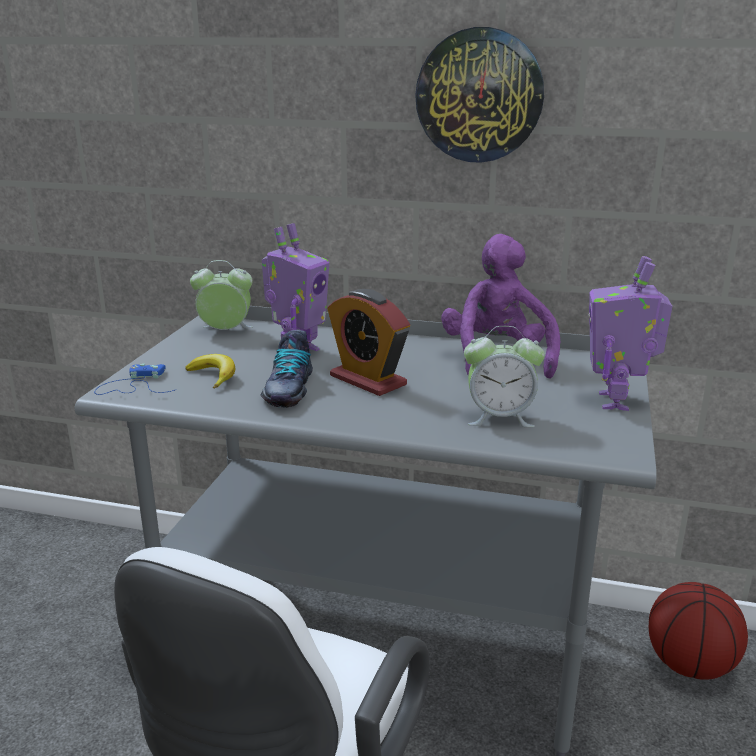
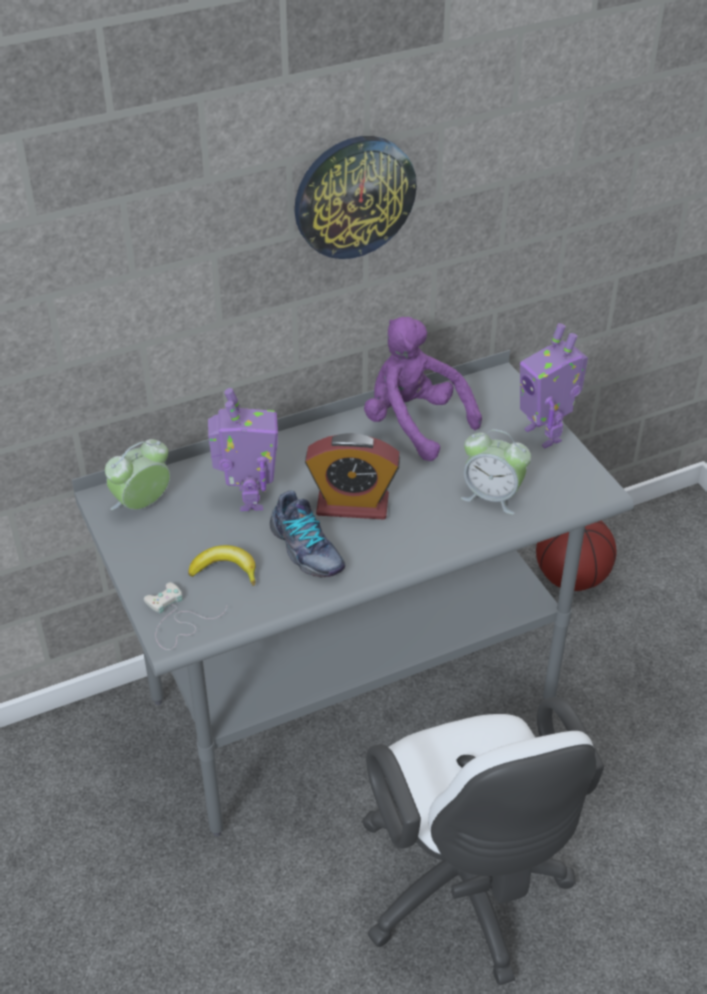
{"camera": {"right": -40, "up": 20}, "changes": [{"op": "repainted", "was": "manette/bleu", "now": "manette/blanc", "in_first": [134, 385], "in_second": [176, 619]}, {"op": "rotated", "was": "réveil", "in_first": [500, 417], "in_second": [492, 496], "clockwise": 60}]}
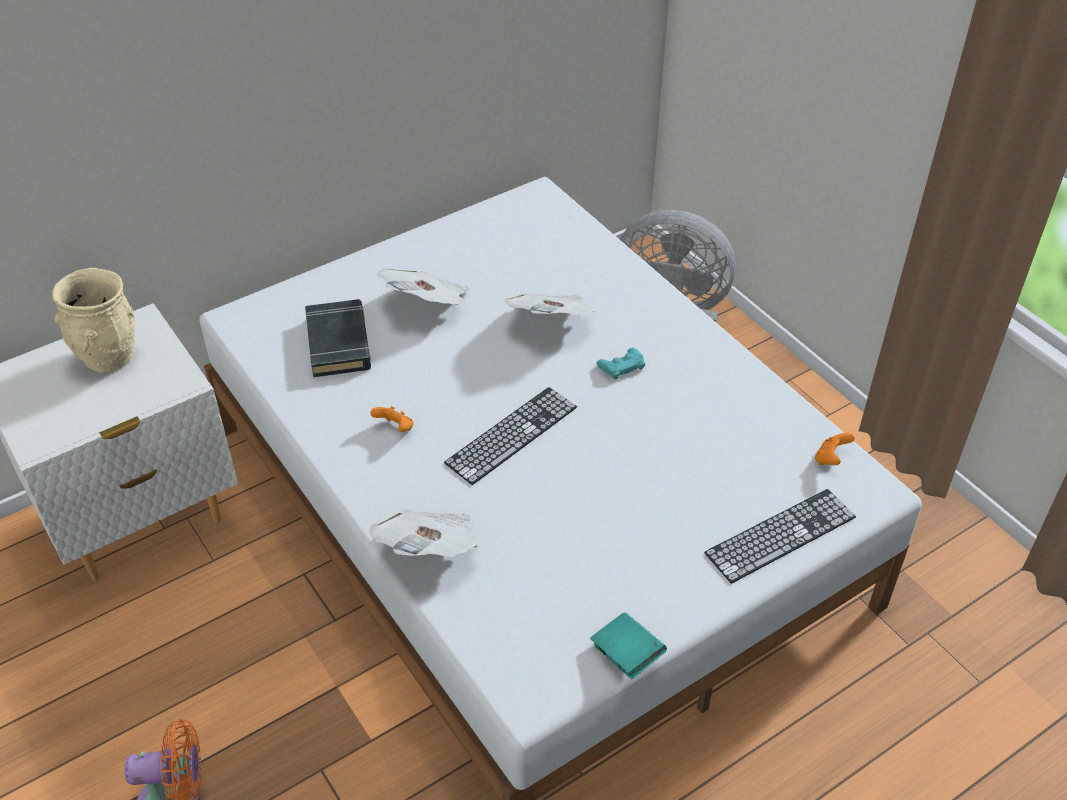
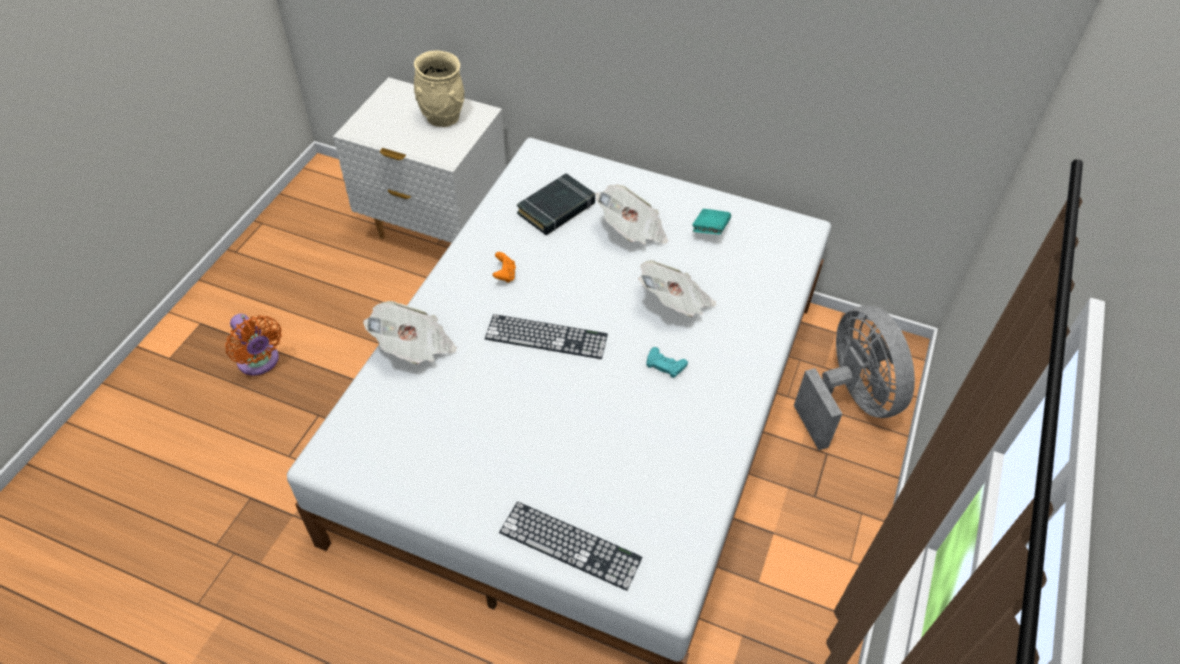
{"camera": {"right": 55, "up": 5}, "changes": [{"op": "shifted", "was": "livre/turquoise", "in_first": [627, 655], "in_second": [710, 230]}, {"op": "gone", "was": "manette/orange", "in_first": [830, 459]}]}
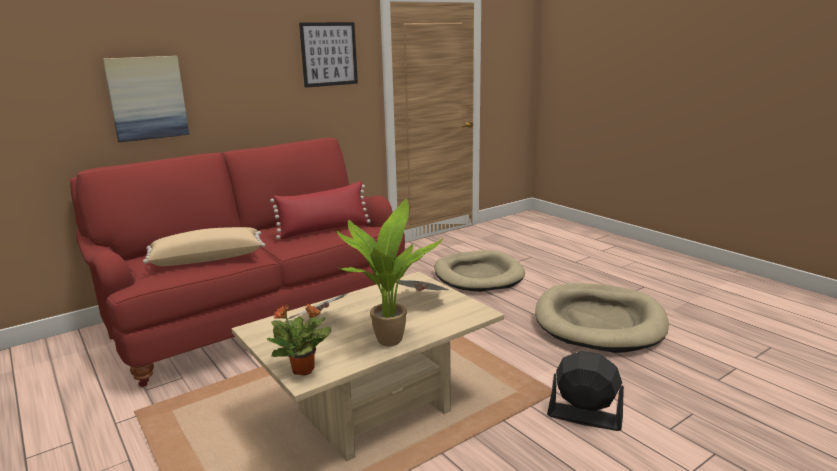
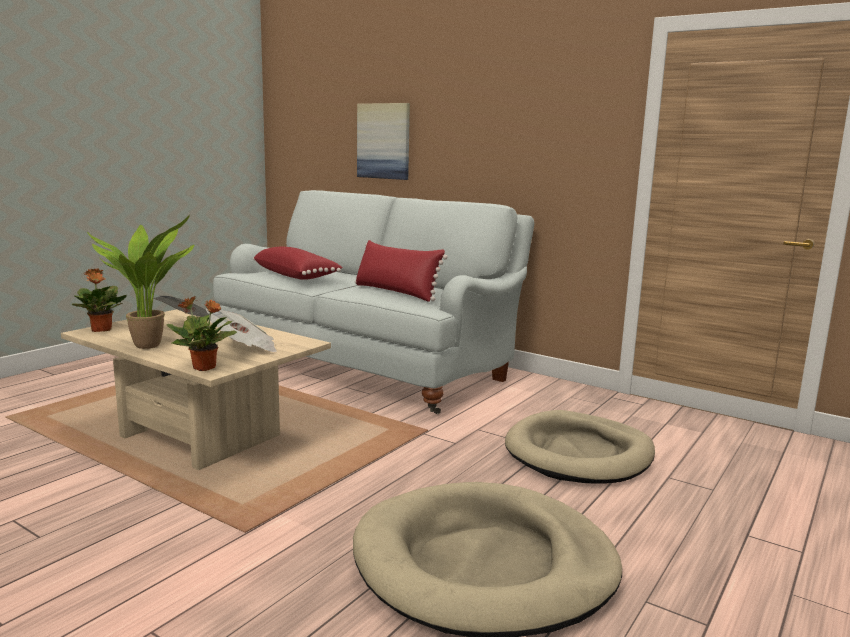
{"camera": {"right": 70, "up": -5}, "changes": [{"op": "new", "now": "plante en pot", "in_second": [205, 368]}, {"op": "repainted", "was": "canapé/rouge", "now": "canapé/blanc", "in_first": [257, 316], "in_second": [368, 366]}, {"op": "repainted", "was": "coussin/beige", "now": "coussin/rouge", "in_first": [207, 258], "in_second": [296, 276]}, {"op": "gone", "was": "tableau", "in_first": [329, 54]}, {"op": "gone", "was": "ventilateur/noir", "in_first": [584, 416]}]}
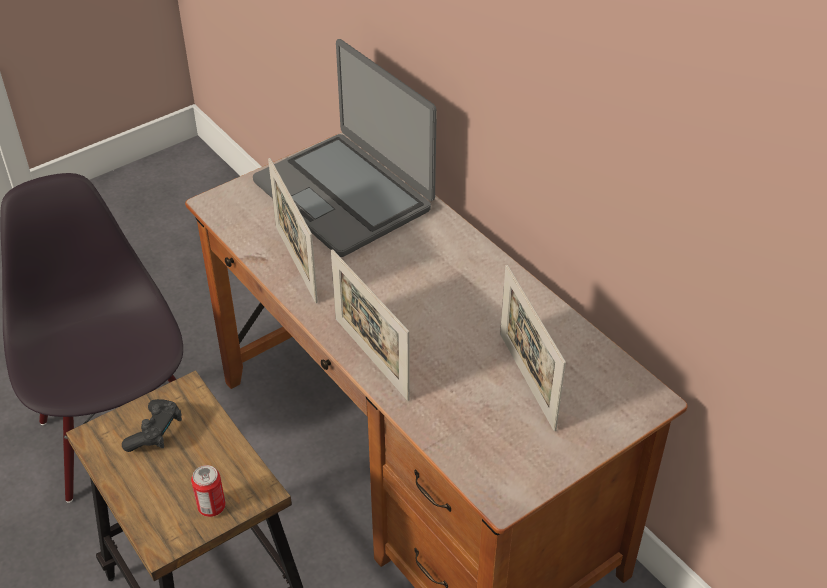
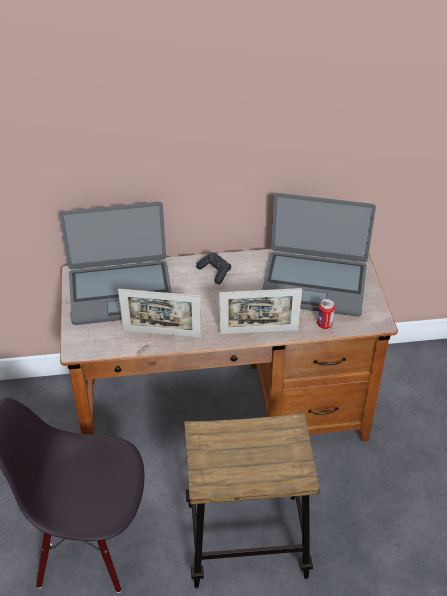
{"camera": {"right": -60, "up": 0}, "changes": [{"op": "shifted", "was": "manette/noir", "in_first": [155, 433], "in_second": [215, 272]}, {"op": "swapped", "was": "cadre photo", "now": "ordinateur portable", "in_first": [527, 380], "in_second": [314, 283]}, {"op": "shifted", "was": "boîte métallique", "in_first": [211, 507], "in_second": [324, 324]}]}
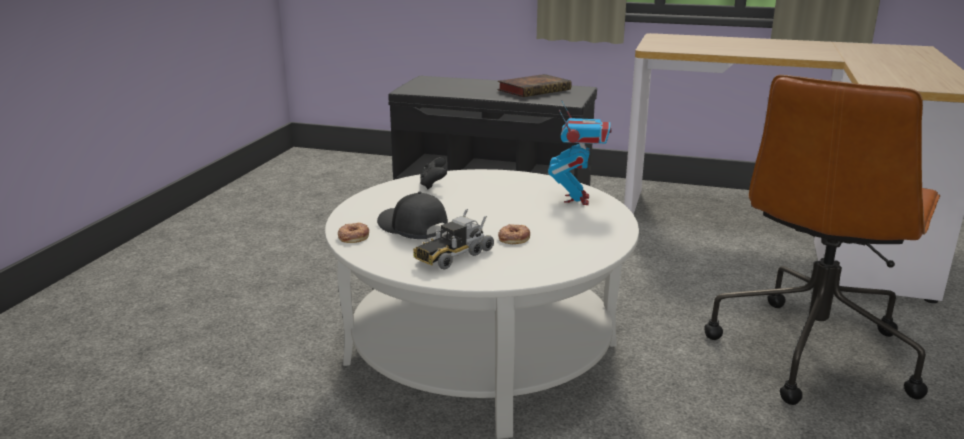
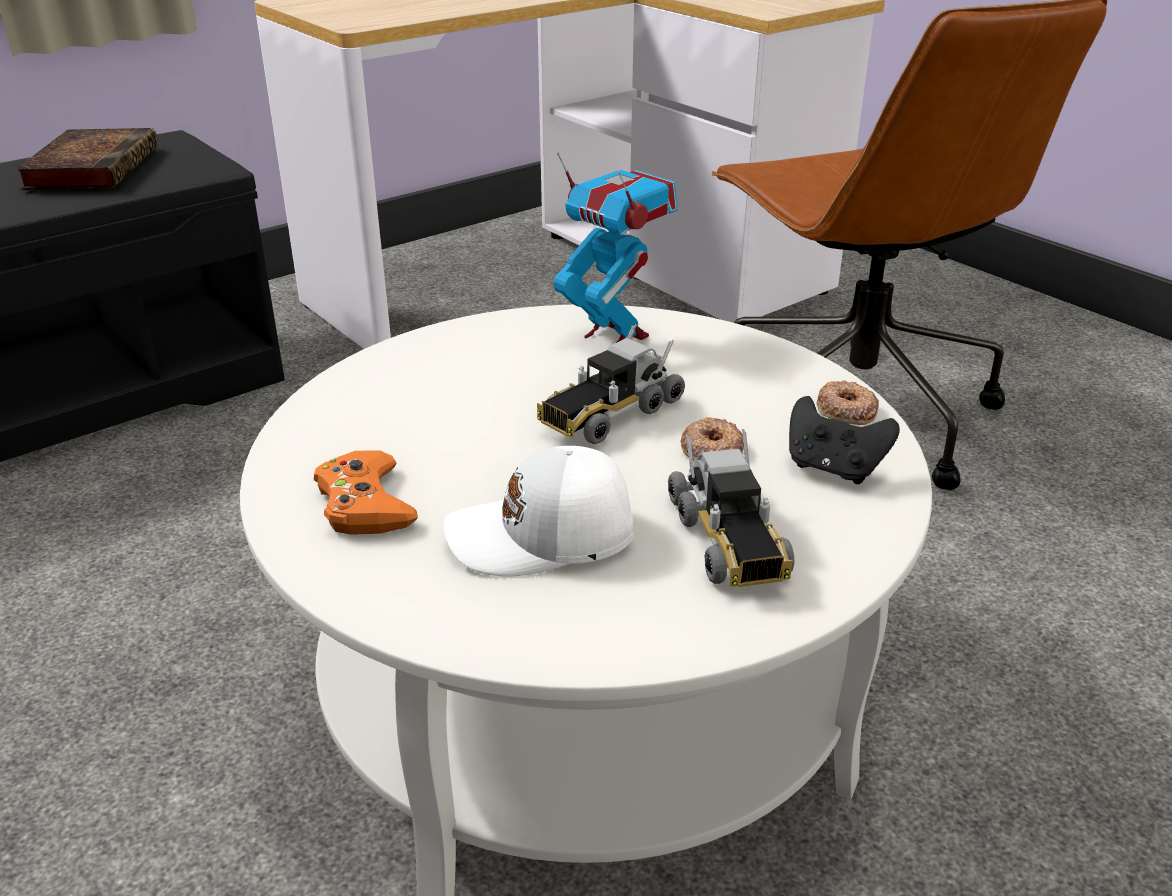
{"camera": {"right": -55, "up": 10}, "changes": [{"op": "new", "now": "manette/orange", "in_second": [364, 504]}, {"op": "repainted", "was": "casquette/noir", "now": "casquette/blanc", "in_first": [412, 228], "in_second": [543, 537]}, {"op": "new", "now": "camion jouet", "in_second": [609, 413]}, {"op": "shifted", "was": "manette/noir", "in_first": [433, 185], "in_second": [833, 468]}, {"op": "shifted", "was": "beignet", "in_first": [353, 236], "in_second": [846, 410]}]}
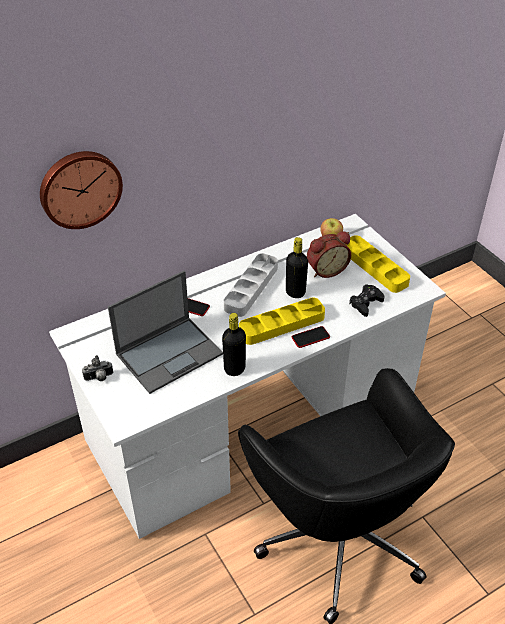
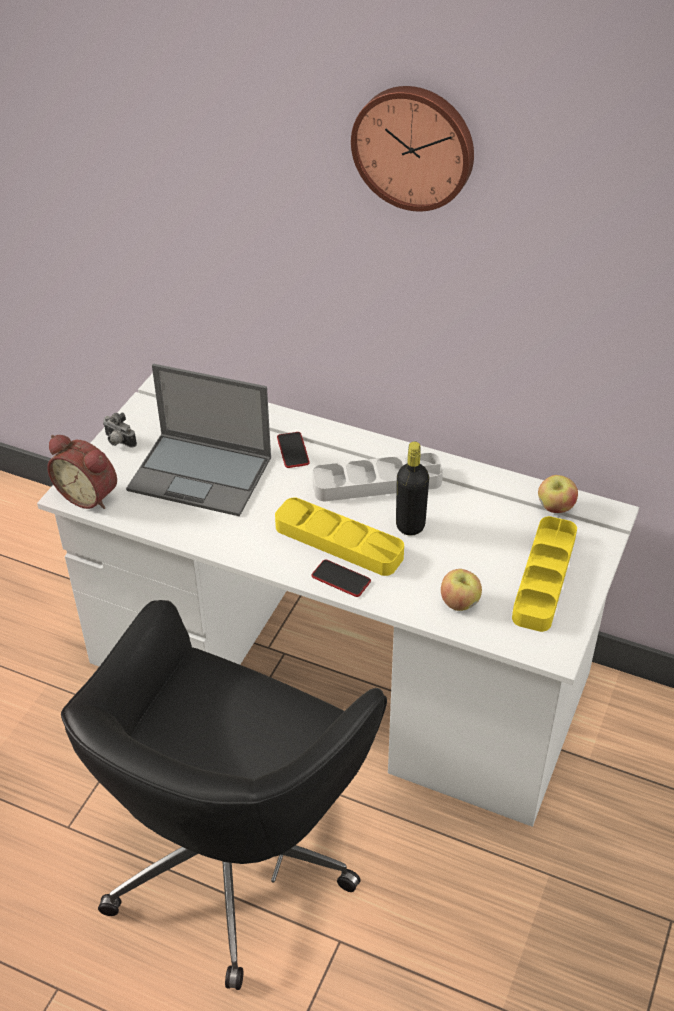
{"camera": {"right": 55, "up": 0}, "changes": [{"op": "shifted", "was": "réveil", "in_first": [326, 269], "in_second": [89, 495]}, {"op": "shifted", "was": "horloge murale", "in_first": [80, 188], "in_second": [414, 146]}, {"op": "swapped", "was": "manette/noir", "now": "pomme", "in_first": [366, 303], "in_second": [459, 603]}, {"op": "gone", "was": "bouteille/noir", "in_first": [234, 369]}]}
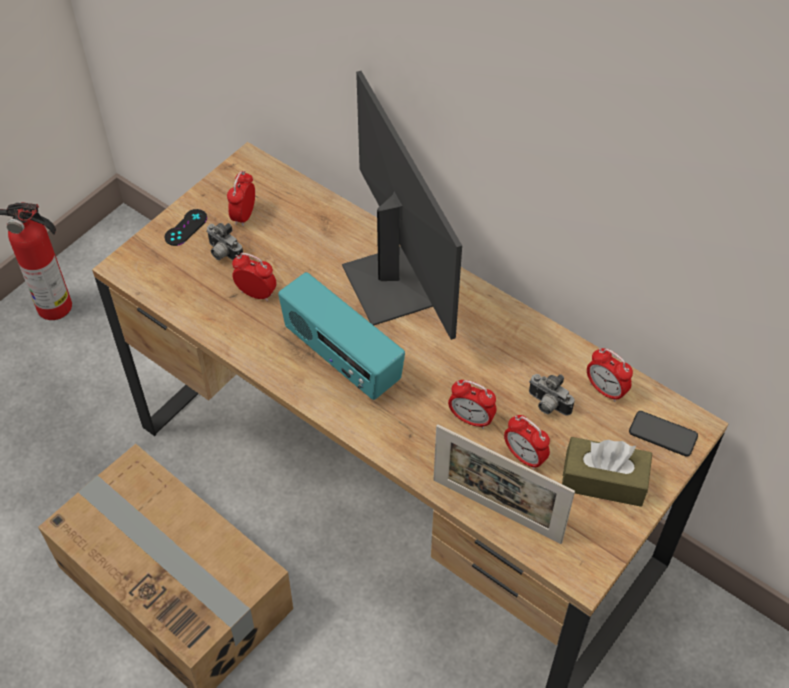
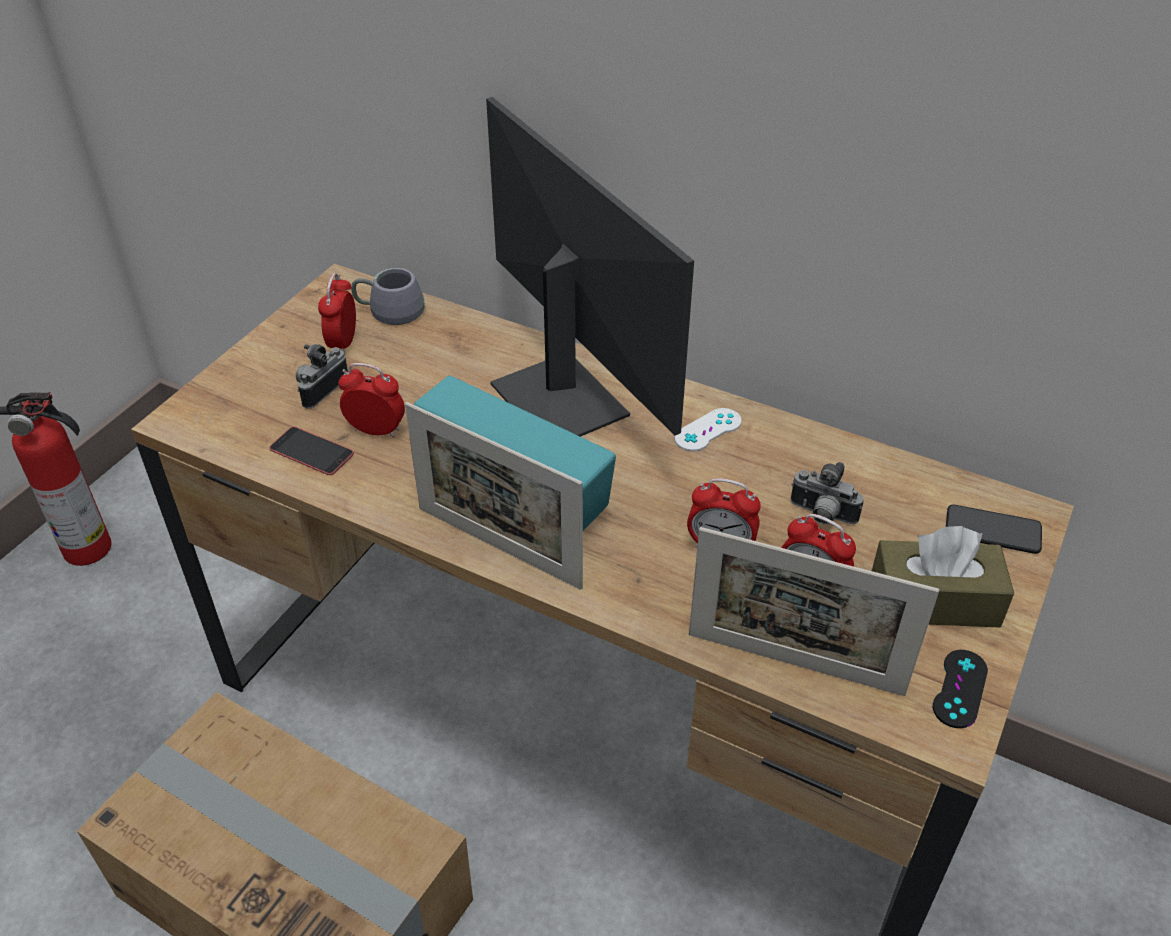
{"camera": {"right": -10, "up": -10}, "changes": [{"op": "new", "now": "téléphone", "in_second": [311, 451]}, {"op": "rotated", "was": "appareil photo", "in_first": [223, 254], "in_second": [320, 389], "clockwise": 90}, {"op": "new", "now": "mug/gris", "in_second": [390, 307]}, {"op": "new", "now": "cadre photo", "in_second": [498, 547]}, {"op": "new", "now": "manette/blanc", "in_second": [708, 430]}, {"op": "shifted", "was": "manette/noir", "in_first": [186, 227], "in_second": [960, 688]}, {"op": "gone", "was": "réveil", "in_first": [605, 390]}]}
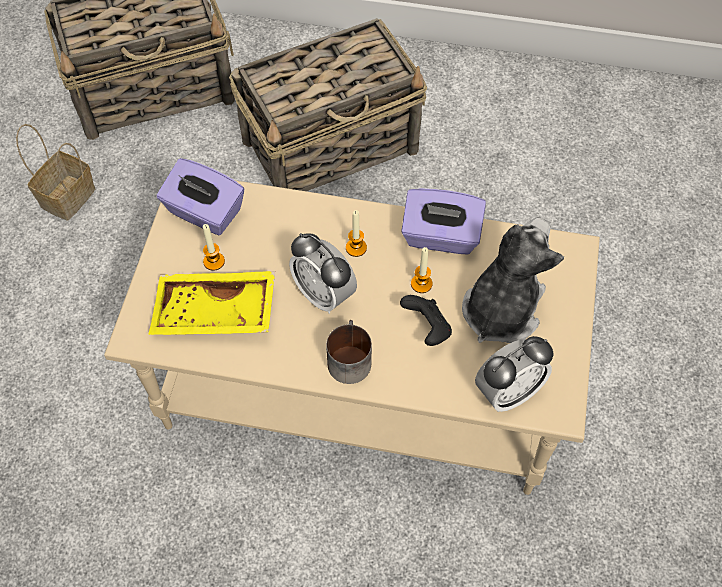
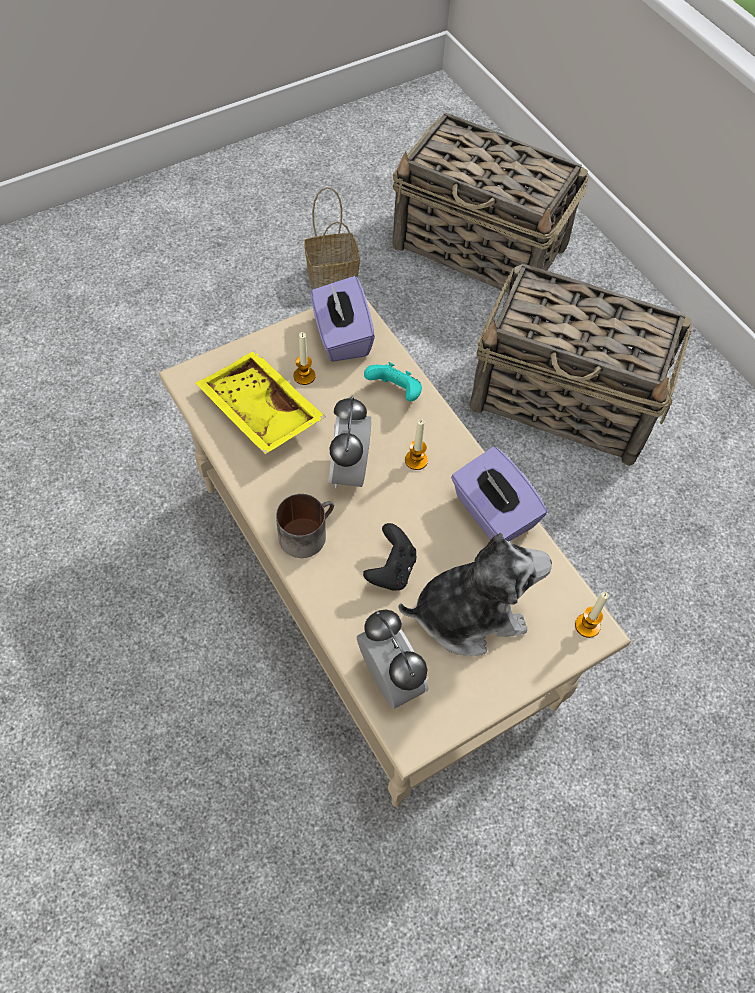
{"camera": {"right": 45, "up": 0}, "changes": [{"op": "rotated", "was": "réveil", "in_first": [508, 392], "in_second": [390, 679], "clockwise": -135}, {"op": "new", "now": "manette/turquoise", "in_second": [395, 392]}, {"op": "shifted", "was": "bougie", "in_first": [421, 284], "in_second": [587, 625]}]}
